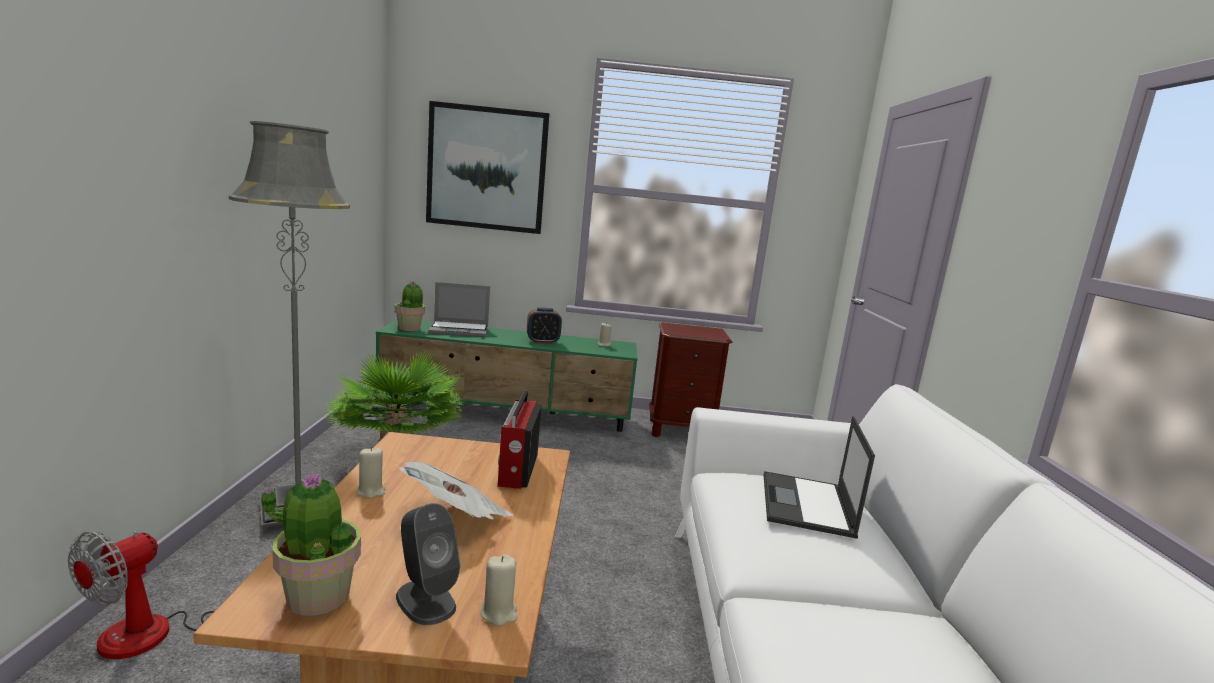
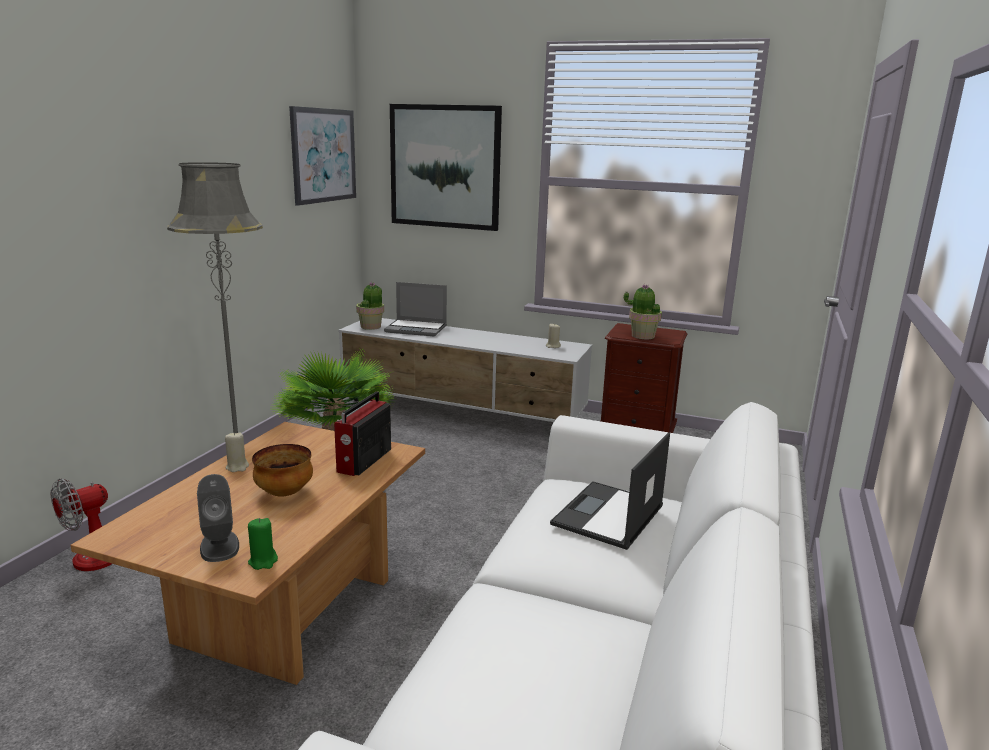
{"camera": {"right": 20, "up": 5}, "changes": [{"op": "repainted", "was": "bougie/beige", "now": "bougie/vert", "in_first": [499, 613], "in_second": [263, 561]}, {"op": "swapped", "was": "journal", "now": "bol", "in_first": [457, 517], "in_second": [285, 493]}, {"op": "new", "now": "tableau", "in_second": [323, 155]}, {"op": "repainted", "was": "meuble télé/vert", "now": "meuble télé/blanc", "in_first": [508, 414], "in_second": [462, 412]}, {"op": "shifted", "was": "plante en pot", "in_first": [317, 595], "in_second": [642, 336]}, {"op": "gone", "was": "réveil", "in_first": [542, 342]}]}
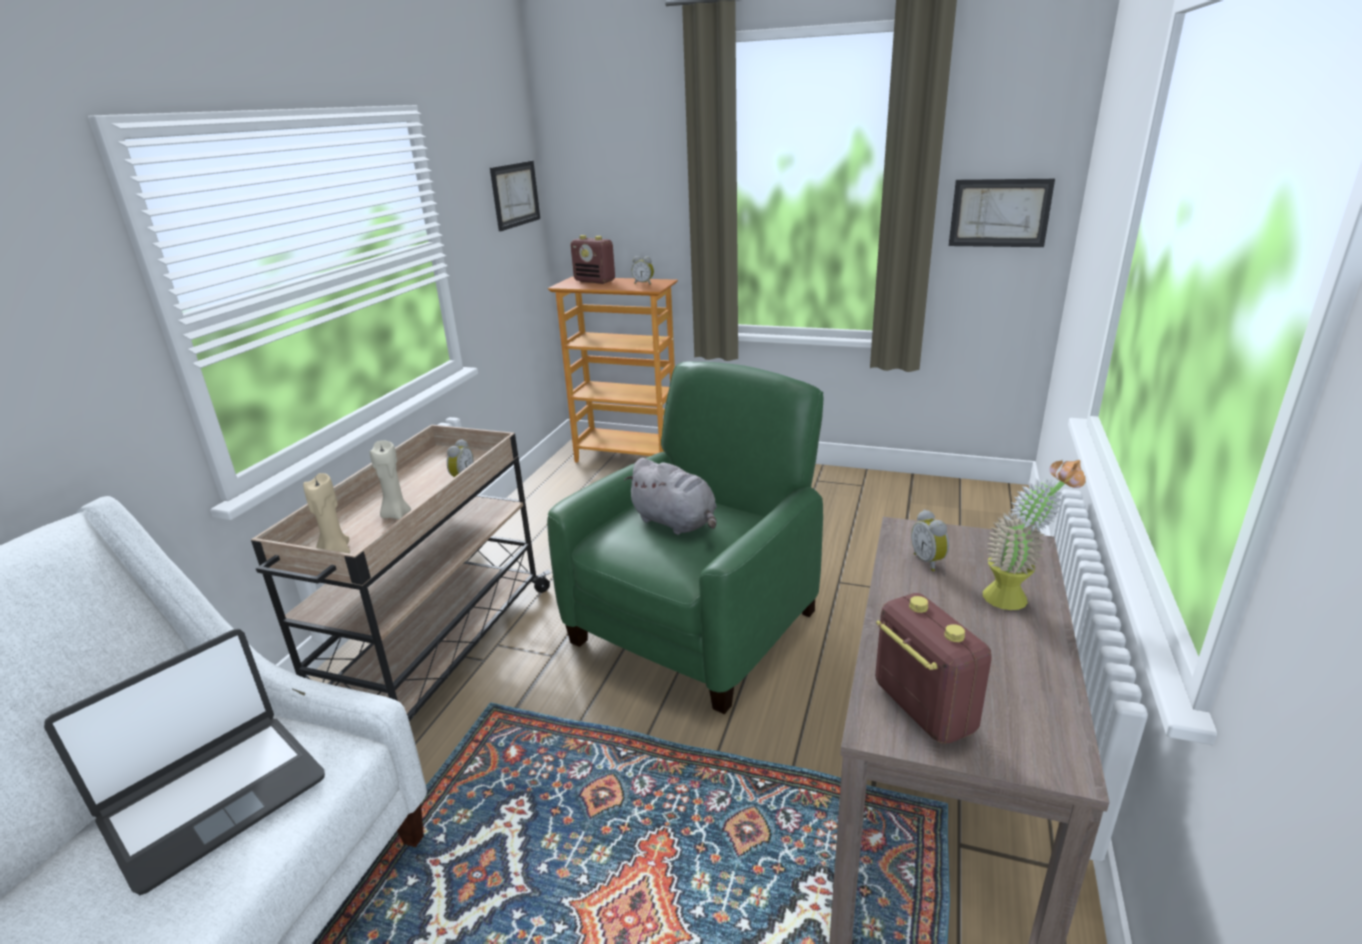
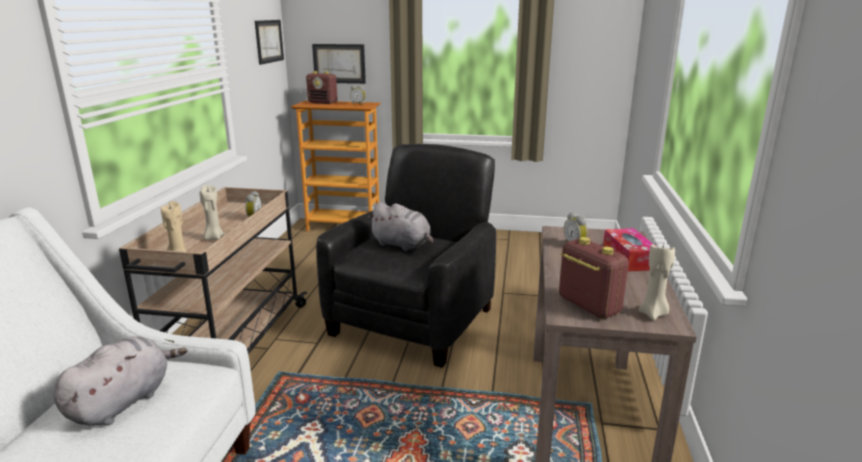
{"camera": {"right": -10, "up": -5}, "changes": [{"op": "swapped", "was": "ordinateur portable", "now": "peluche/gris", "in_first": [213, 798], "in_second": [123, 401]}, {"op": "shifted", "was": "tableau", "in_first": [999, 213], "in_second": [339, 63]}, {"op": "repainted", "was": "fauteuil/vert", "now": "fauteuil/noir", "in_first": [697, 625], "in_second": [414, 320]}, {"op": "swapped", "was": "plante en pot", "now": "boîte à mouchoirs", "in_first": [1016, 597], "in_second": [629, 258]}, {"op": "new", "now": "bougie/beige", "in_second": [653, 314]}]}
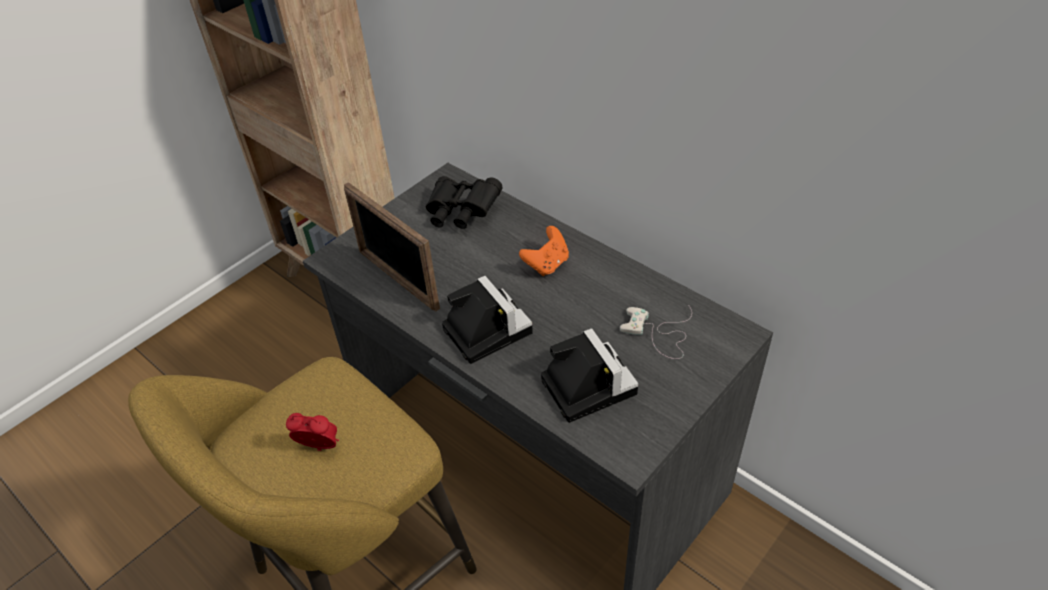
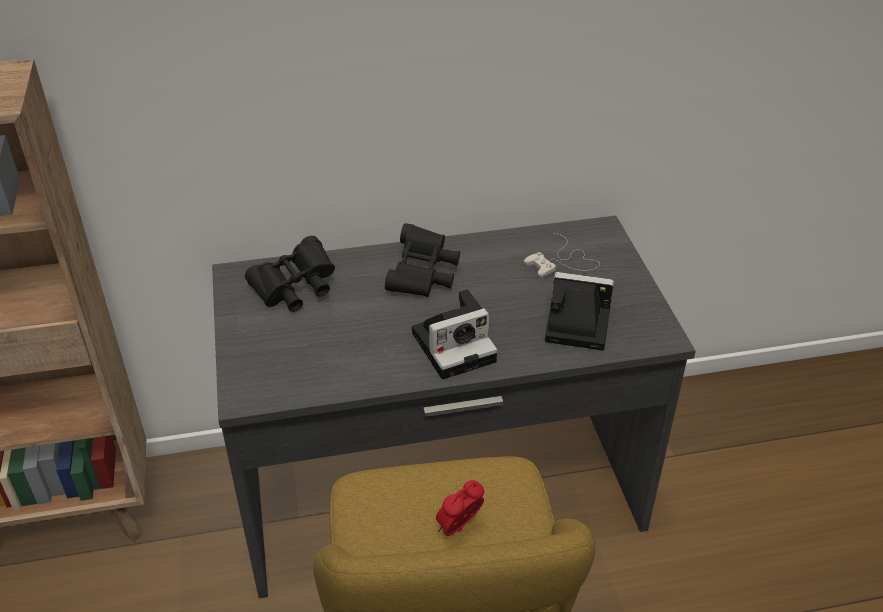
{"camera": {"right": -55, "up": -5}, "changes": [{"op": "swapped", "was": "manette/orange", "now": "jumelles/noir", "in_first": [547, 264], "in_second": [423, 276]}, {"op": "rotated", "was": "appareil photo", "in_first": [484, 329], "in_second": [456, 345], "clockwise": 150}, {"op": "gone", "was": "cadre photo", "in_first": [398, 279]}]}
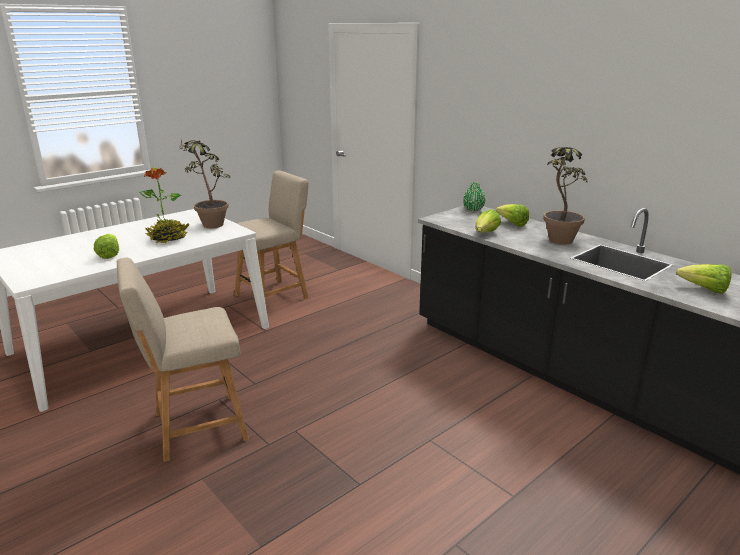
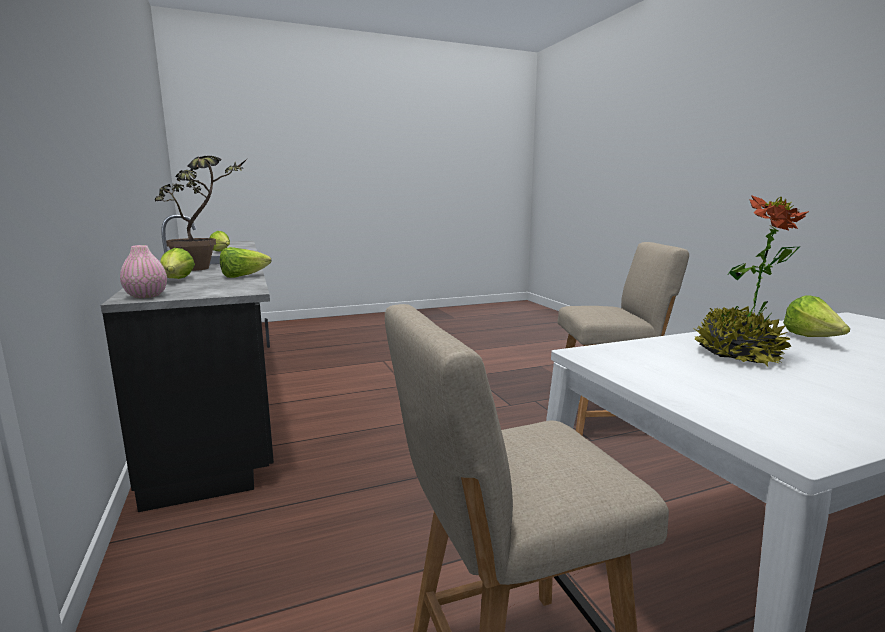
{"camera": {"right": -160, "up": -10}, "changes": [{"op": "repainted", "was": "vase/vert", "now": "vase/rose", "in_first": [473, 209], "in_second": [146, 296]}, {"op": "gone", "was": "plante en pot", "in_first": [209, 223]}]}
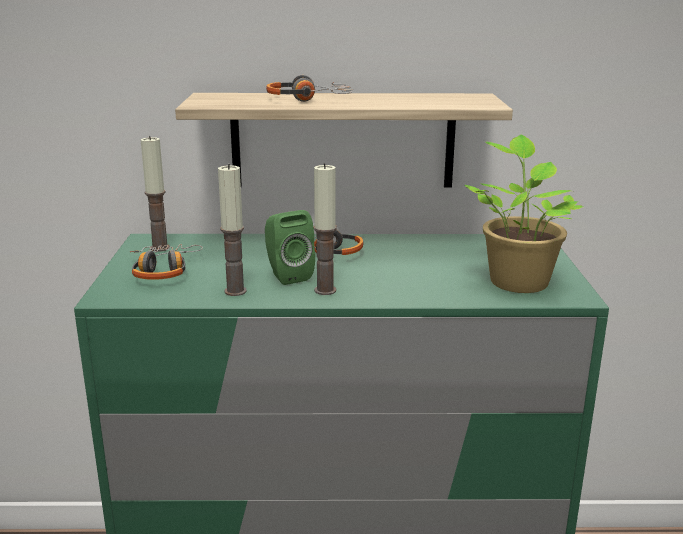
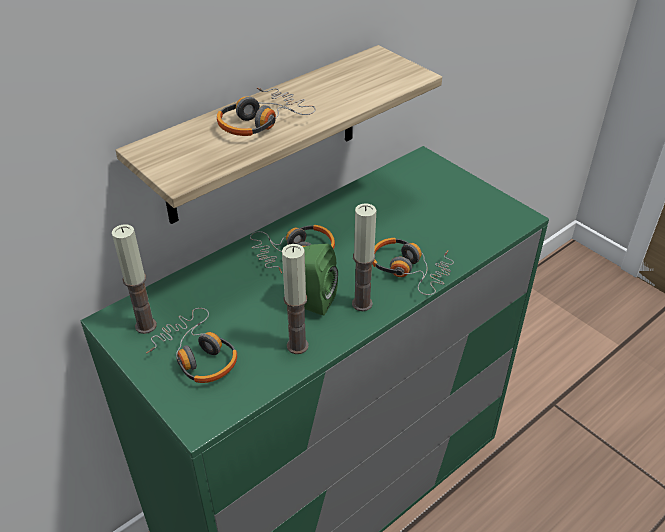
{"camera": {"right": -40, "up": 20}, "changes": [{"op": "new", "now": "casque audio", "in_second": [410, 270]}, {"op": "gone", "was": "plante en pot", "in_first": [517, 280]}]}
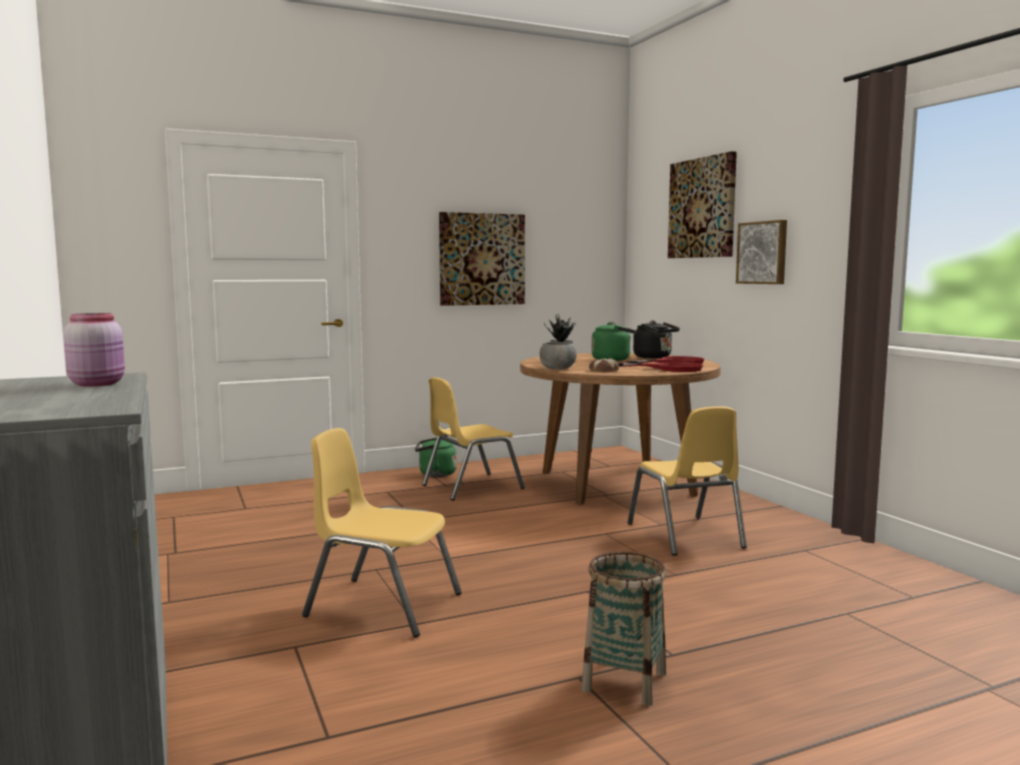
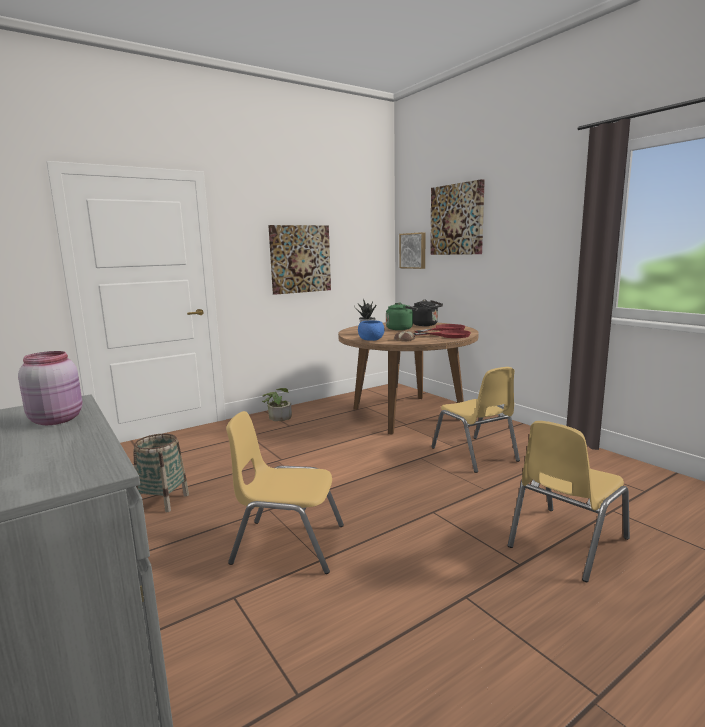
{"camera": {"right": -10, "up": 5}, "changes": [{"op": "shifted", "was": "panier", "in_first": [624, 682], "in_second": [163, 501]}, {"op": "swapped", "was": "bouilloire/vert", "now": "plante en pot", "in_first": [435, 474], "in_second": [278, 416]}, {"op": "repainted", "was": "bol/gris", "now": "bol/bleu", "in_first": [557, 369], "in_second": [371, 340]}, {"op": "shifted", "was": "tableau", "in_first": [763, 253], "in_second": [413, 250]}, {"op": "shifted", "was": "chaise/jaune", "in_first": [471, 487], "in_second": [566, 542]}]}
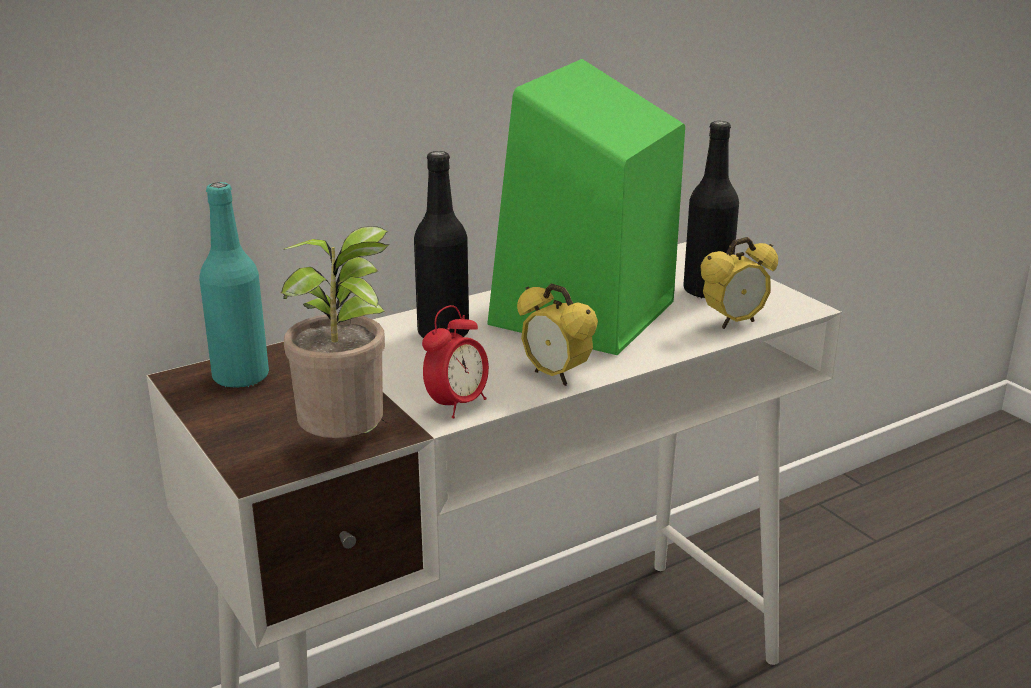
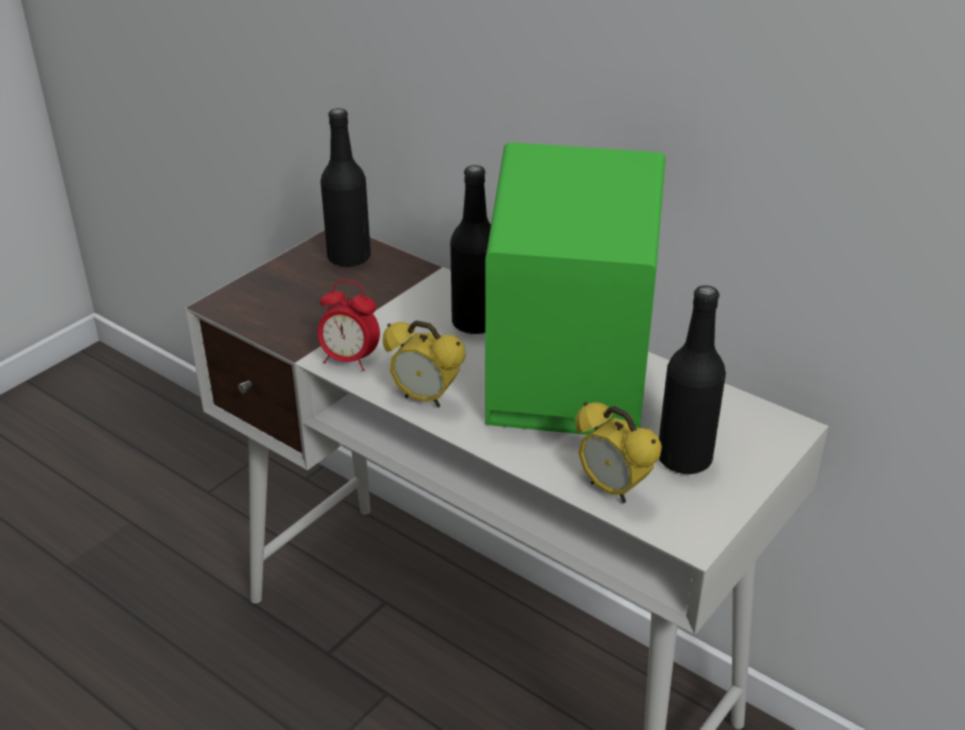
{"camera": {"right": 70, "up": 10}, "changes": [{"op": "repainted", "was": "bouteille/turquoise", "now": "bouteille/noir", "in_first": [241, 377], "in_second": [349, 257]}, {"op": "rotated", "was": "réveil", "in_first": [555, 376], "in_second": [425, 398], "clockwise": -90}, {"op": "gone", "was": "plante en pot", "in_first": [349, 446]}]}
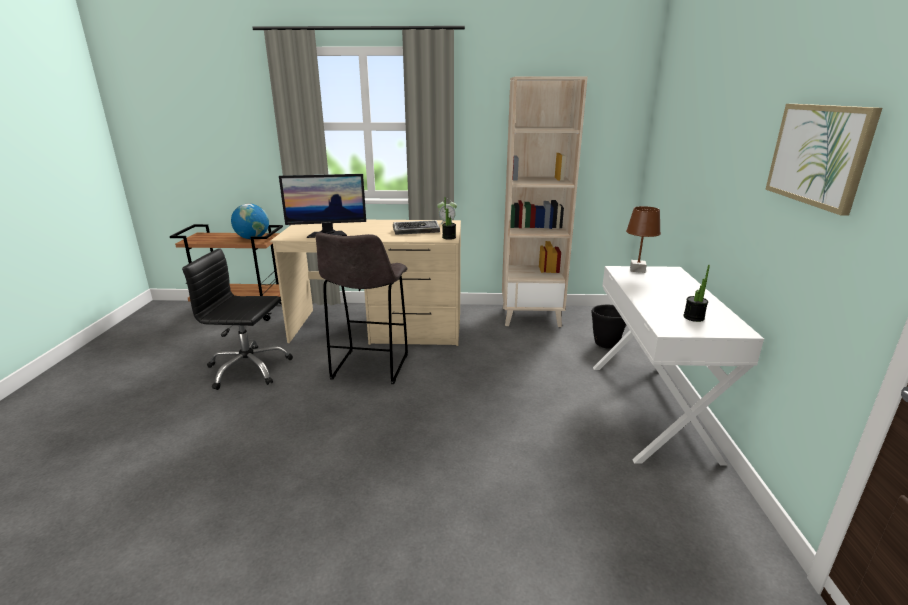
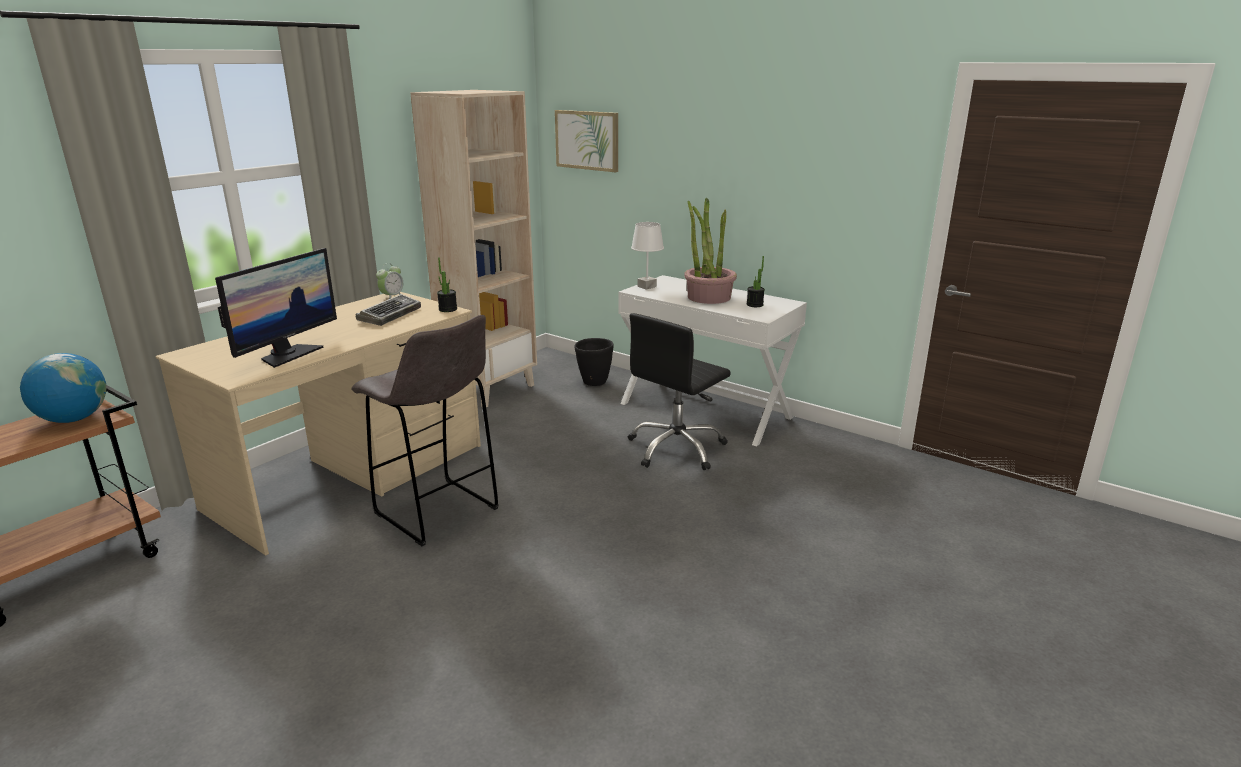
{"camera": {"right": -55, "up": 0}, "changes": [{"op": "shifted", "was": "tableau", "in_first": [818, 154], "in_second": [587, 140]}, {"op": "shifted", "was": "chaise de bureau/noir", "in_first": [248, 369], "in_second": [677, 448]}, {"op": "repainted", "was": "lampe de table/marron", "now": "lampe de table/blanc", "in_first": [637, 270], "in_second": [647, 286]}, {"op": "new", "now": "plante en pot", "in_second": [708, 297]}]}
